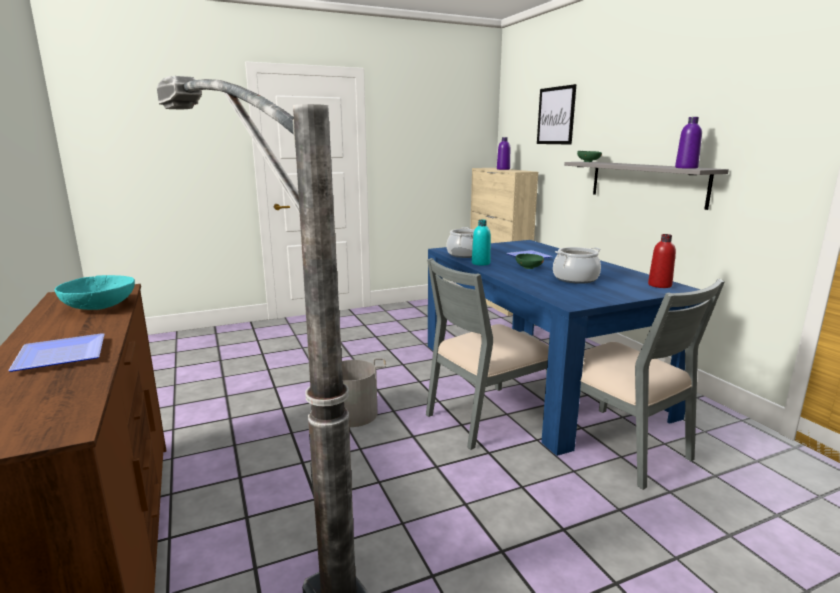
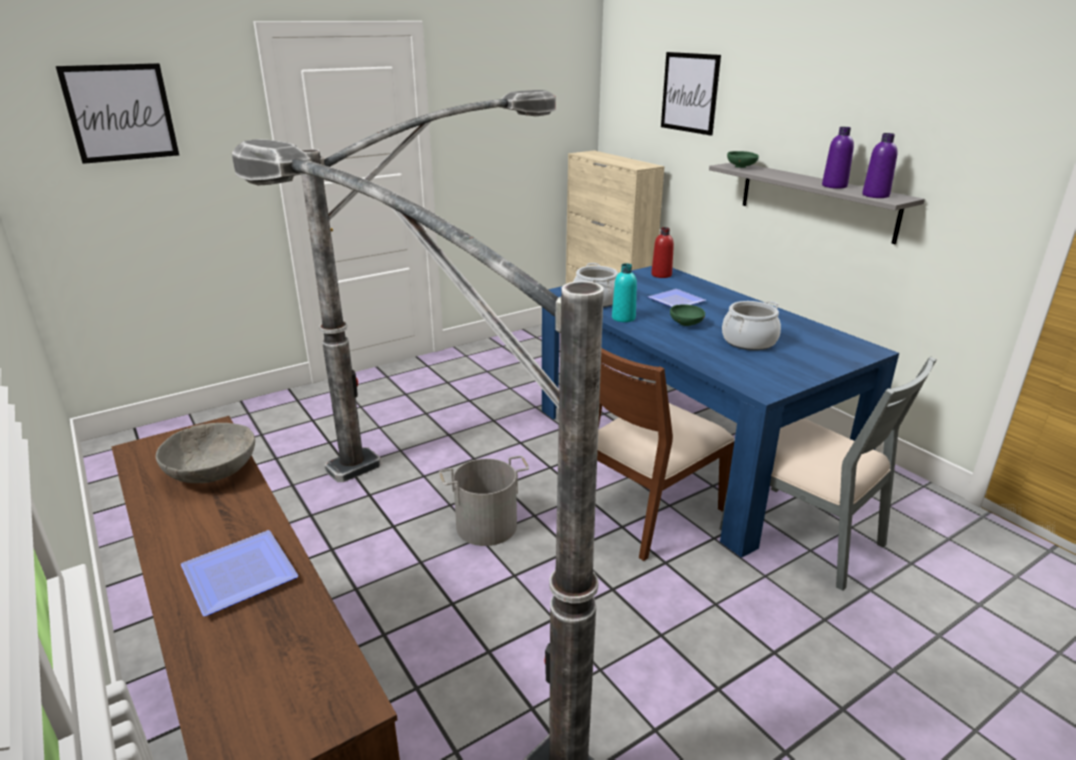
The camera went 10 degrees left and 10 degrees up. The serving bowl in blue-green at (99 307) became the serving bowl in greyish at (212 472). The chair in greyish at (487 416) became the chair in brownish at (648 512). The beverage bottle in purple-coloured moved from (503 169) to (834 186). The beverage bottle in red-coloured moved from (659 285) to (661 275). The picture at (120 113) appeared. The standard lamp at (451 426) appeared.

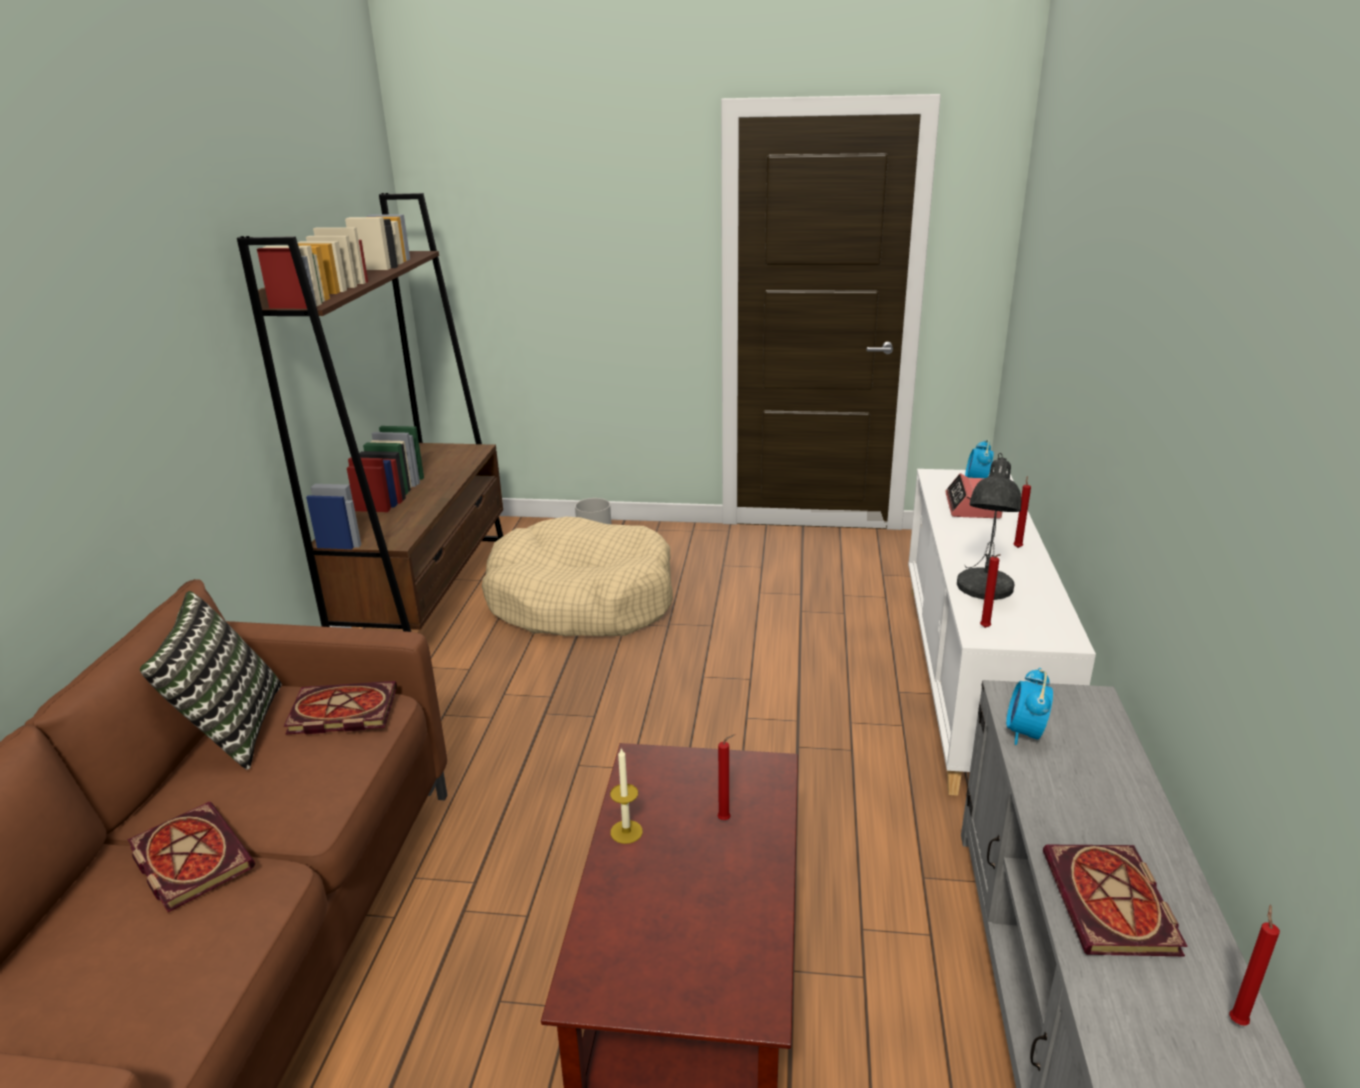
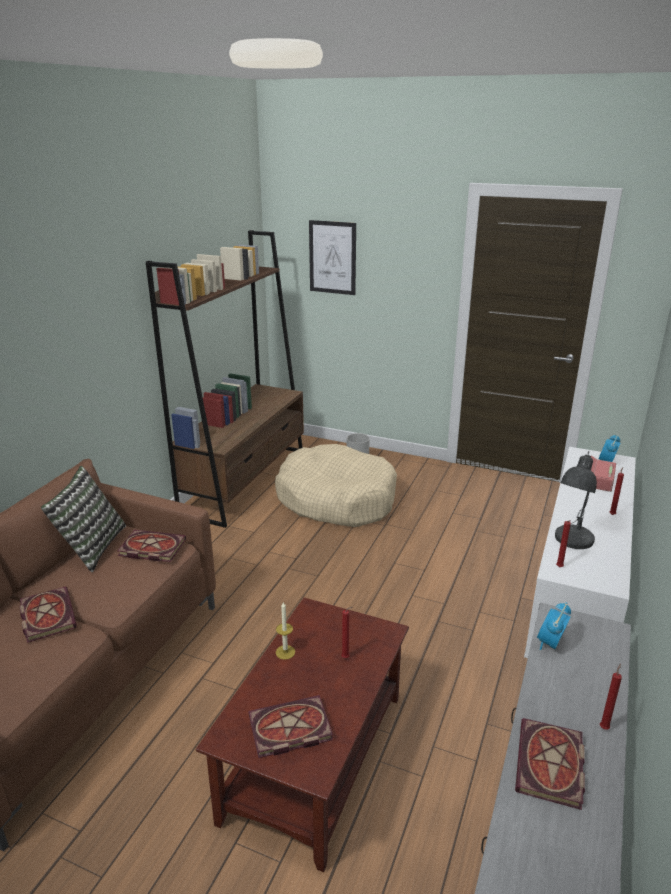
The camera went 15 degrees right and 0 degrees up. The wax candle in red-coloured moved from (1237 1020) to (604 727). The bound book at (288 730) appeared. The picture at (332 257) appeared.

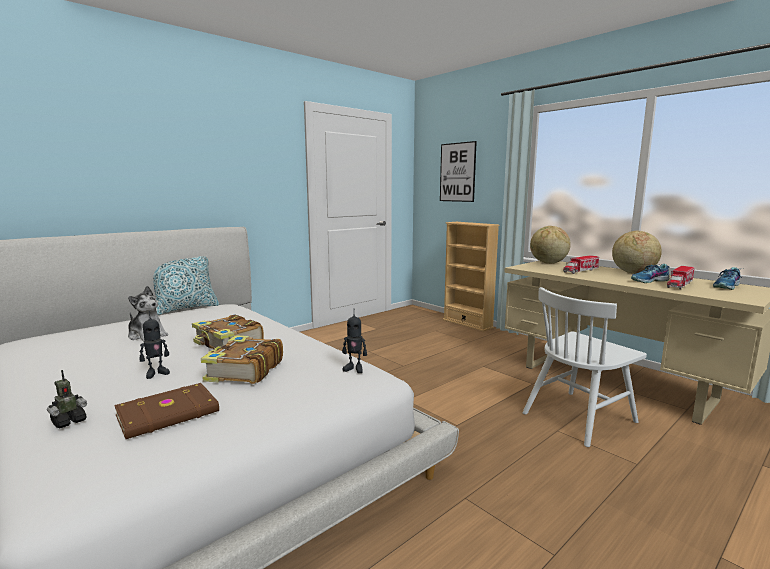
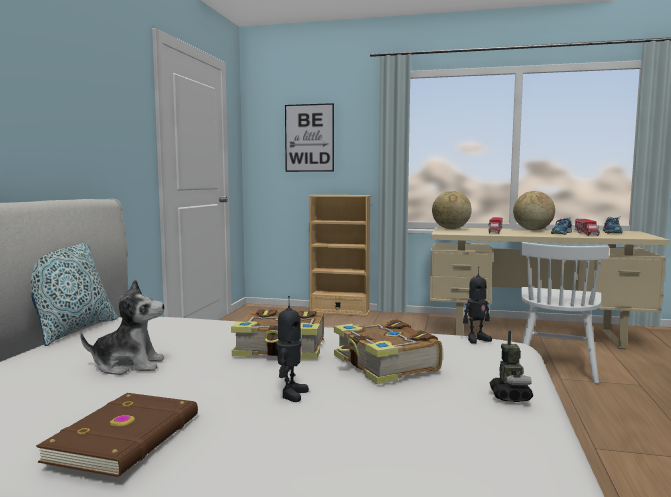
The camera went 35 degrees left and 5 degrees down. The toy robot moved from (69 421) to (510 396). The bound book in brownish moved from (169 414) to (127 437).

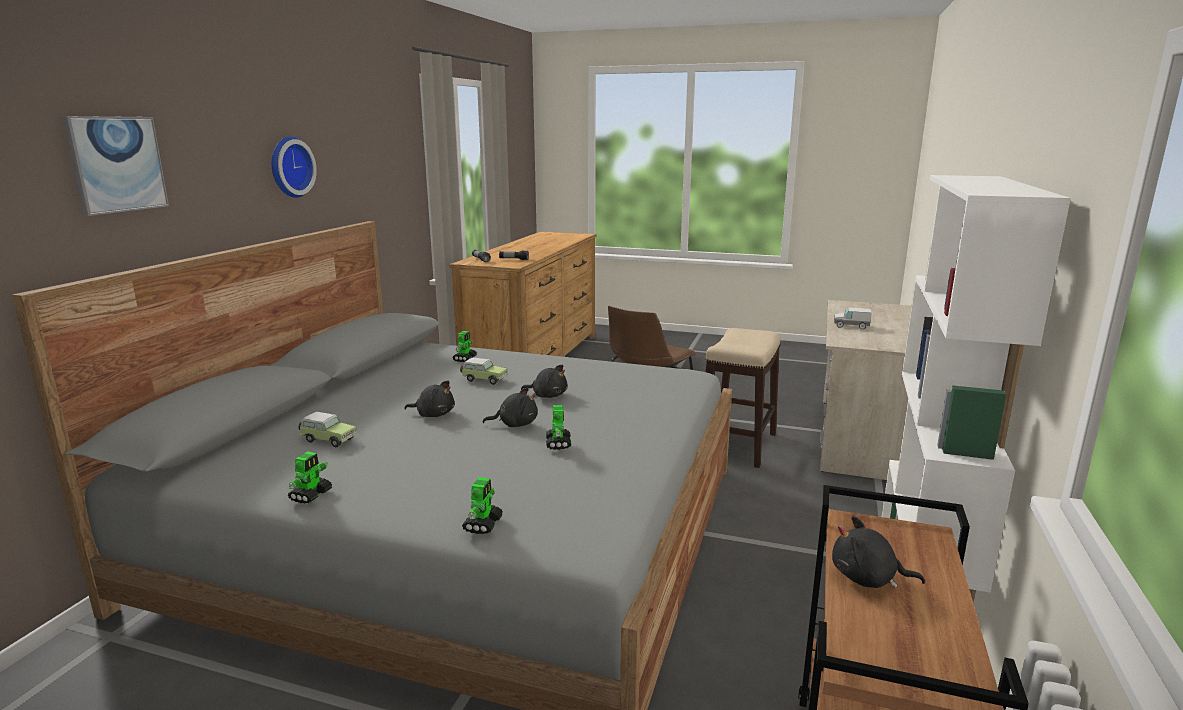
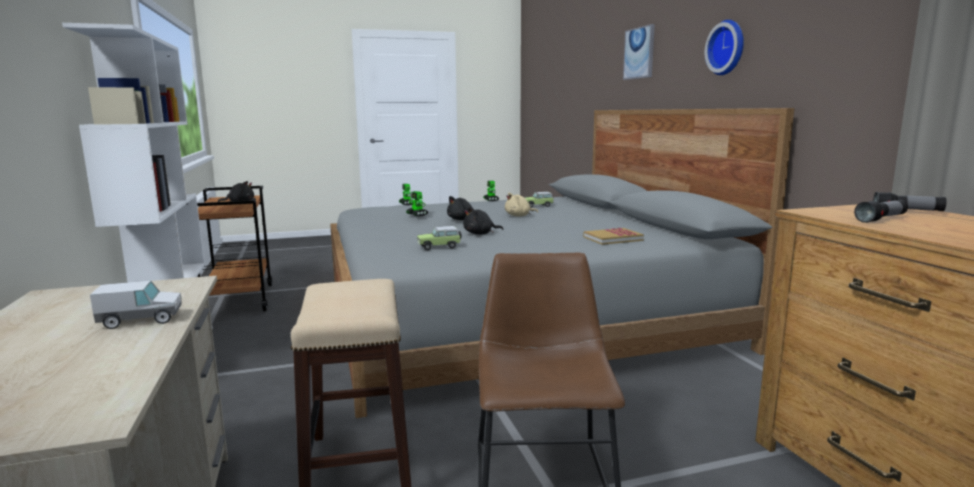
The camera went 145 degrees right and 5 degrees down. The cuddly toy in blackish at (433 414) became the cuddly toy in sand-coloured at (519 216). The toy robot at (465 358) was replaced by the bound book at (612 238). The miniature car moved from (483 380) to (440 247).

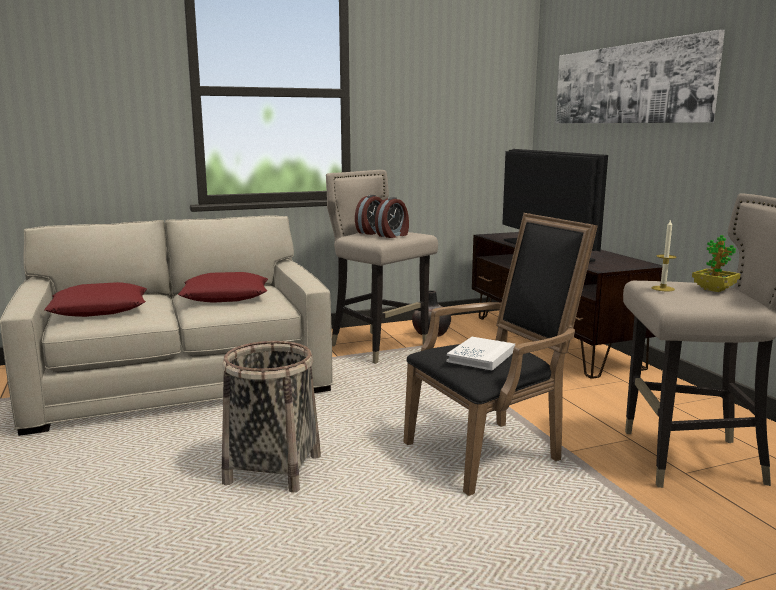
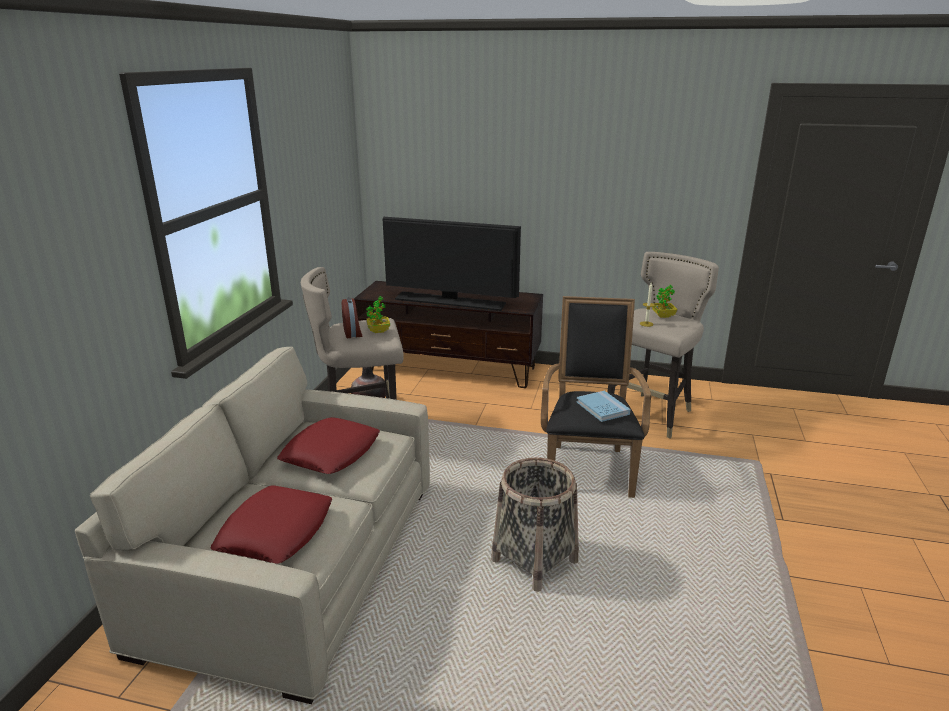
The camera went 55 degrees left and 10 degrees up. The bedside clock at (393 235) was replaced by the potted plant at (378 331). The bound book in white at (481 356) became the bound book in blue-coloured at (602 408). The picture at (628 84) disappeared.

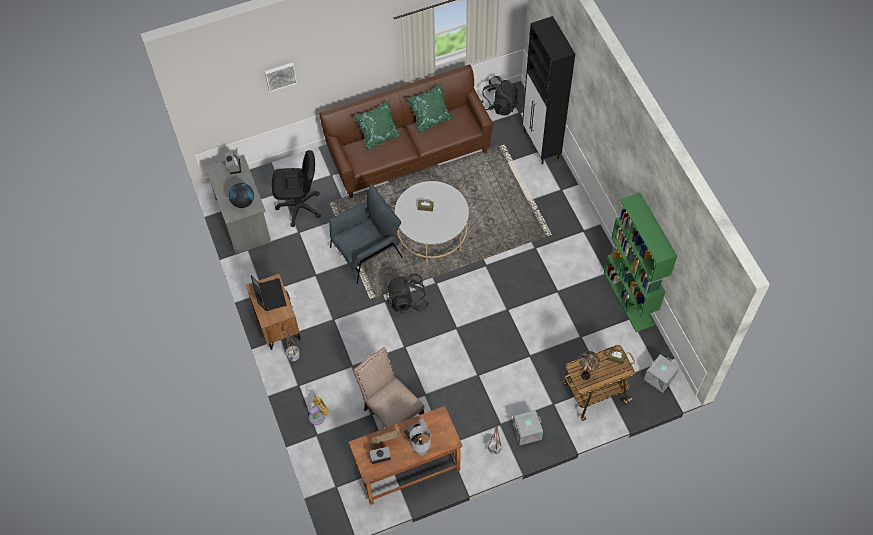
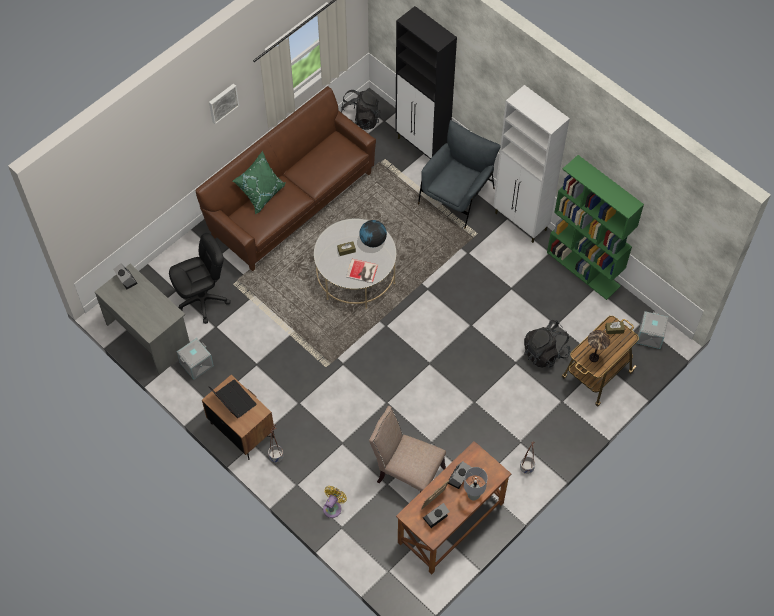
The camera went 25 degrees left and 0 degrees up. The world globe moved from (243 202) to (373 241). The picture moved from (280 76) to (222 102). The armchair in greyish moved from (367 252) to (457 195). The rucksack in blackish moved from (407 300) to (545 352). The cushion in greenish at (430 118) disappeared. The storage box in greyish moved from (526 432) to (196 365). The bound book at (362 271) appeared. The cupboard in white at (521 222) appeared.

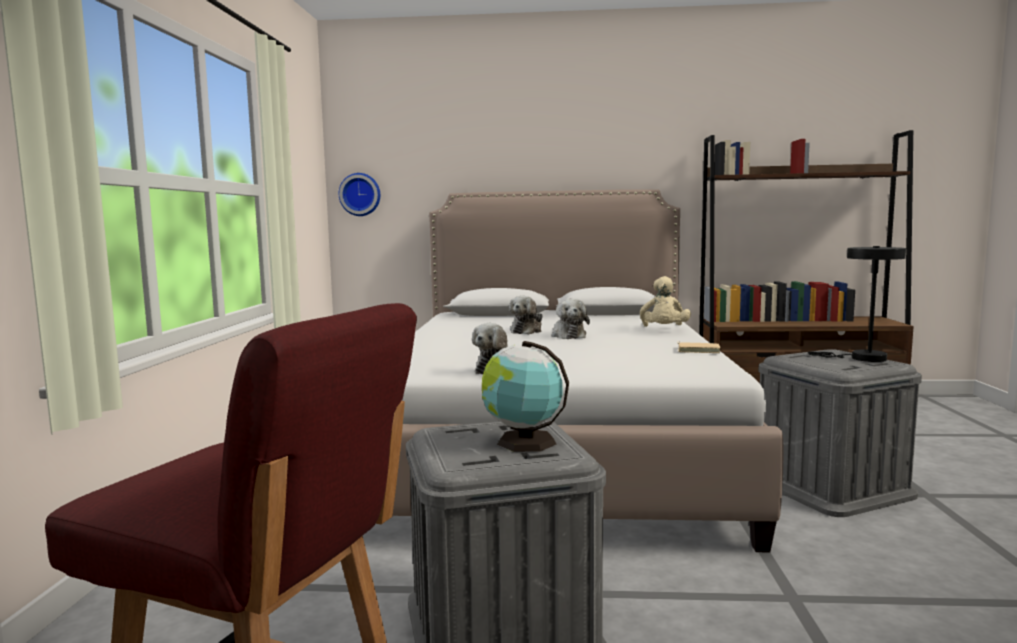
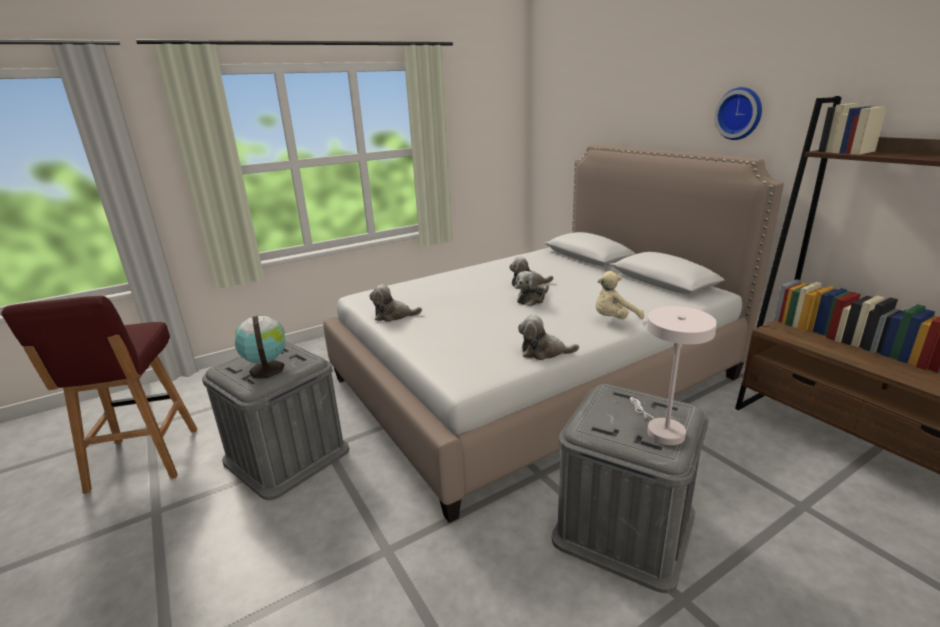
The camera went 55 degrees right and 15 degrees up. The wall clock moved from (360 194) to (740 113). The bound book in sand-coloured at (698 350) was replaced by the cuddly toy at (544 352). The tabletop lamp in blackish at (862 358) became the tabletop lamp in white at (661 430).

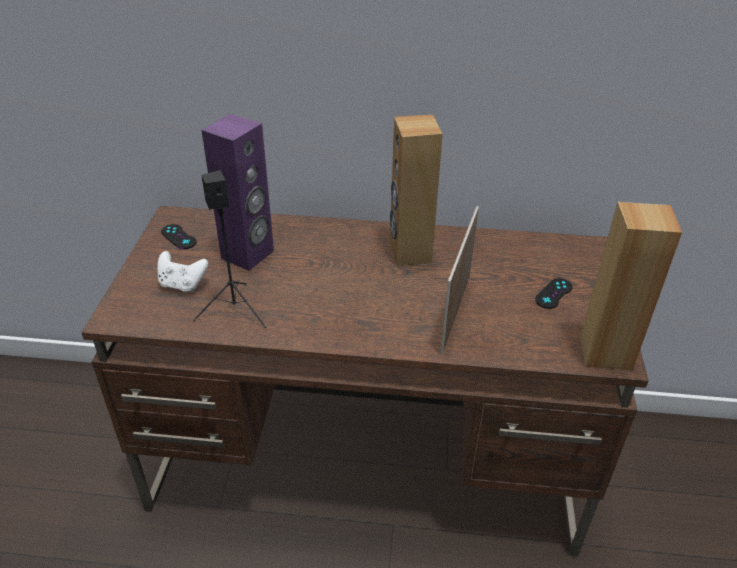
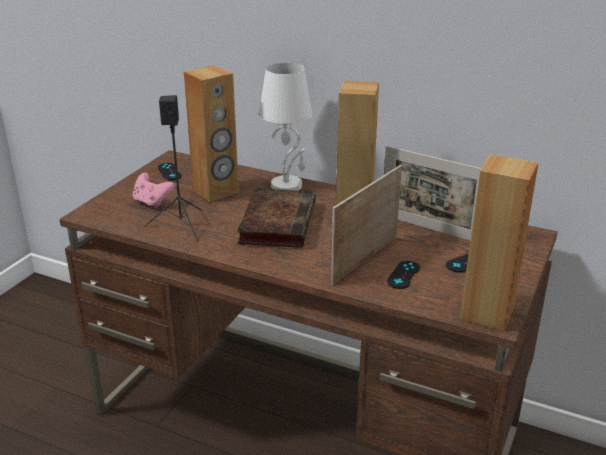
The camera went 20 degrees right and 10 degrees down. The joypad in white at (182 284) became the joypad in pink-coloured at (152 202). The loudspeaker in purple-coloured at (248 255) became the loudspeaker in brownish at (216 192). The bound book at (277 222) appeared. The tabletop lamp in white at (287 185) appeared. The picture frame at (429 228) appeared. The joypad in blackish at (403 275) appeared.

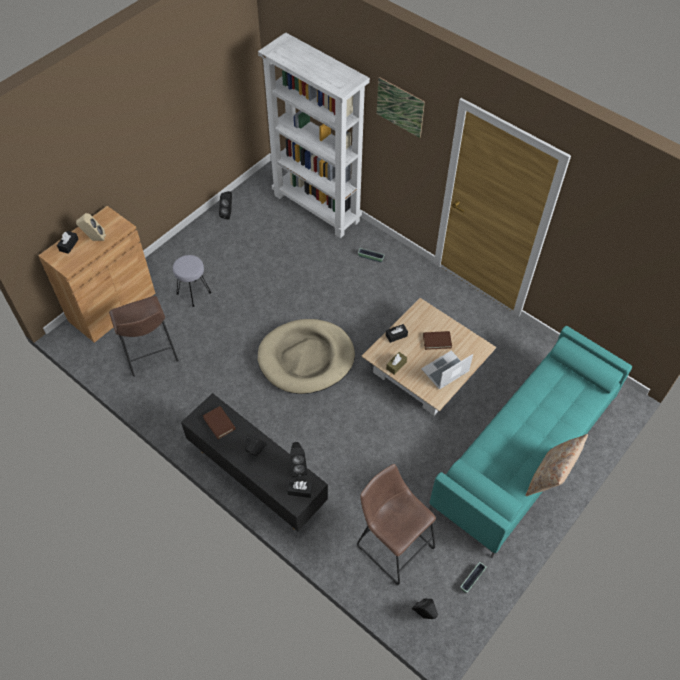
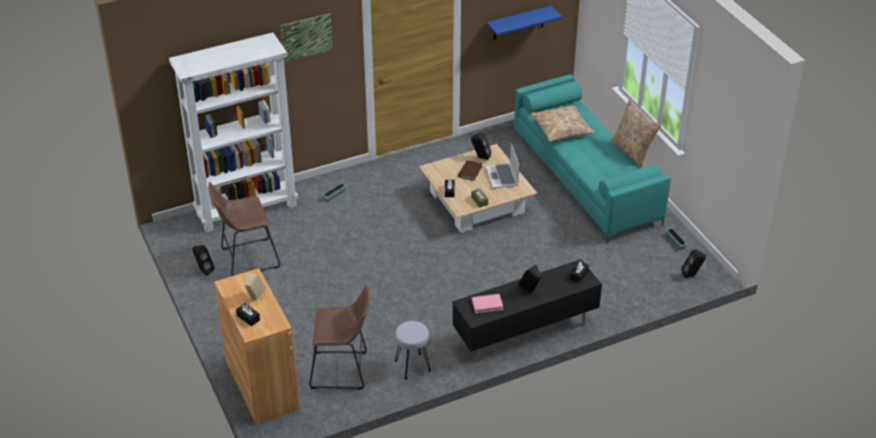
The camera went 65 degrees left and 15 degrees down. The stool seat in greyish moved from (193 293) to (412 366). The bound book in brownish at (219 423) became the bound book in pink-coloured at (487 304). The dog cushion in sand-coloured at (306 358) disappeared. The loudspeaker in blackish moved from (298 467) to (480 157). The stool seat in brownish moved from (392 543) to (246 259). The bracket shelf in blue-coloured at (518 23) appeared. The cushion in sand-coloured at (561 129) appeared.

